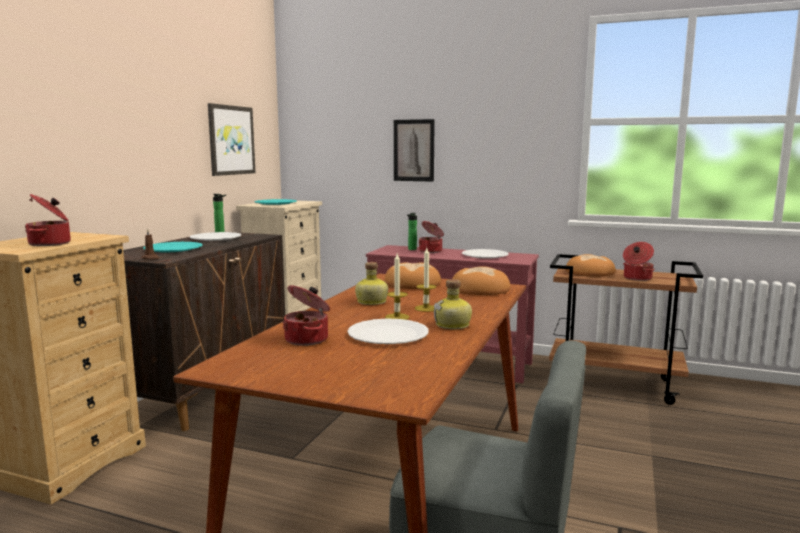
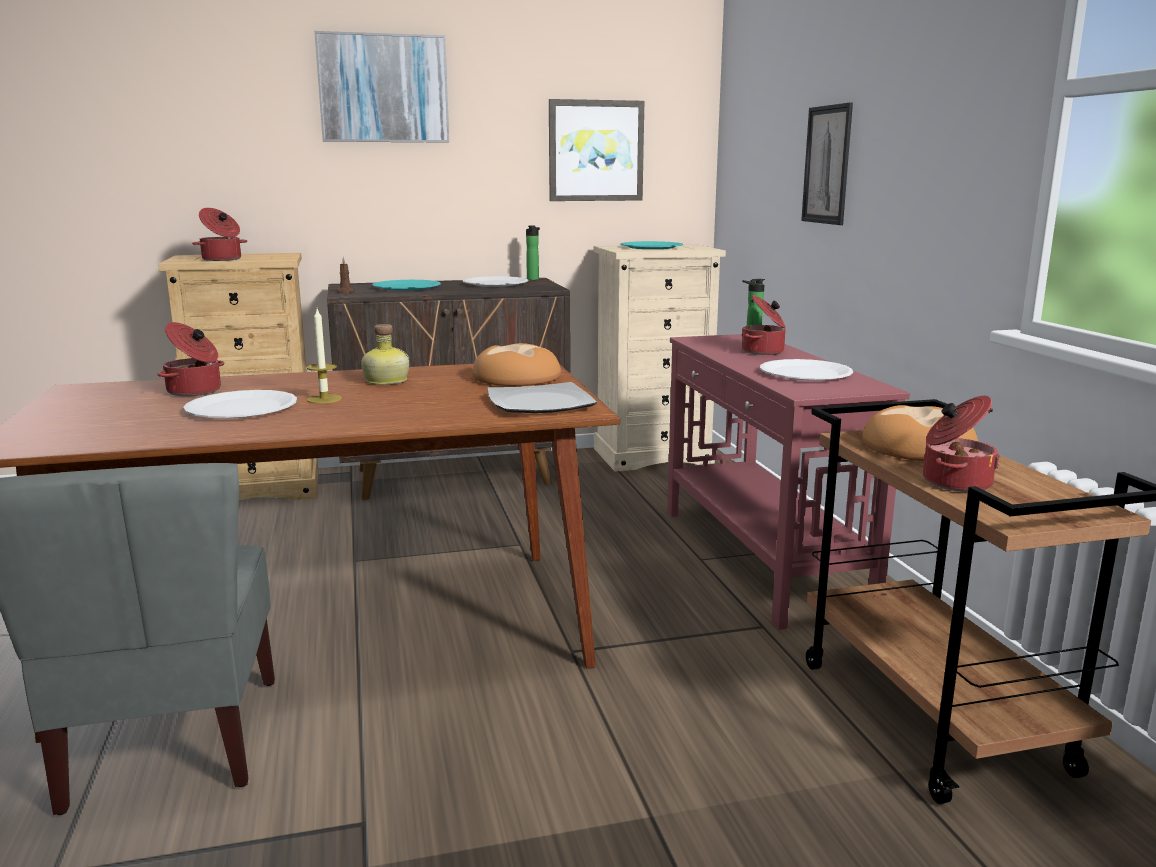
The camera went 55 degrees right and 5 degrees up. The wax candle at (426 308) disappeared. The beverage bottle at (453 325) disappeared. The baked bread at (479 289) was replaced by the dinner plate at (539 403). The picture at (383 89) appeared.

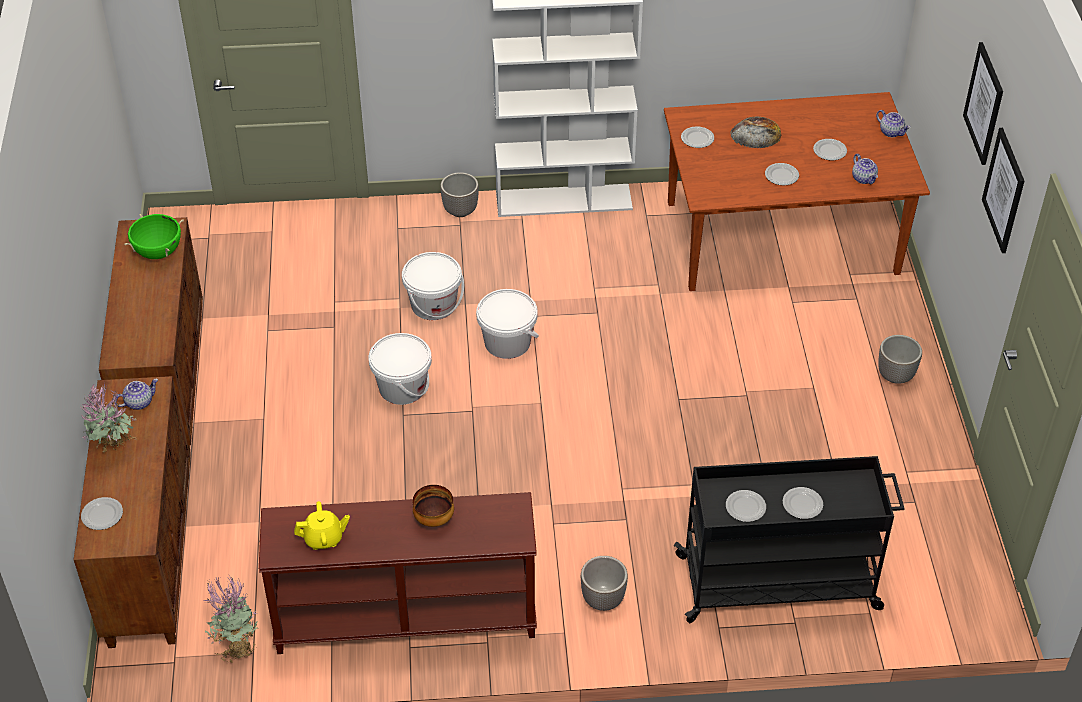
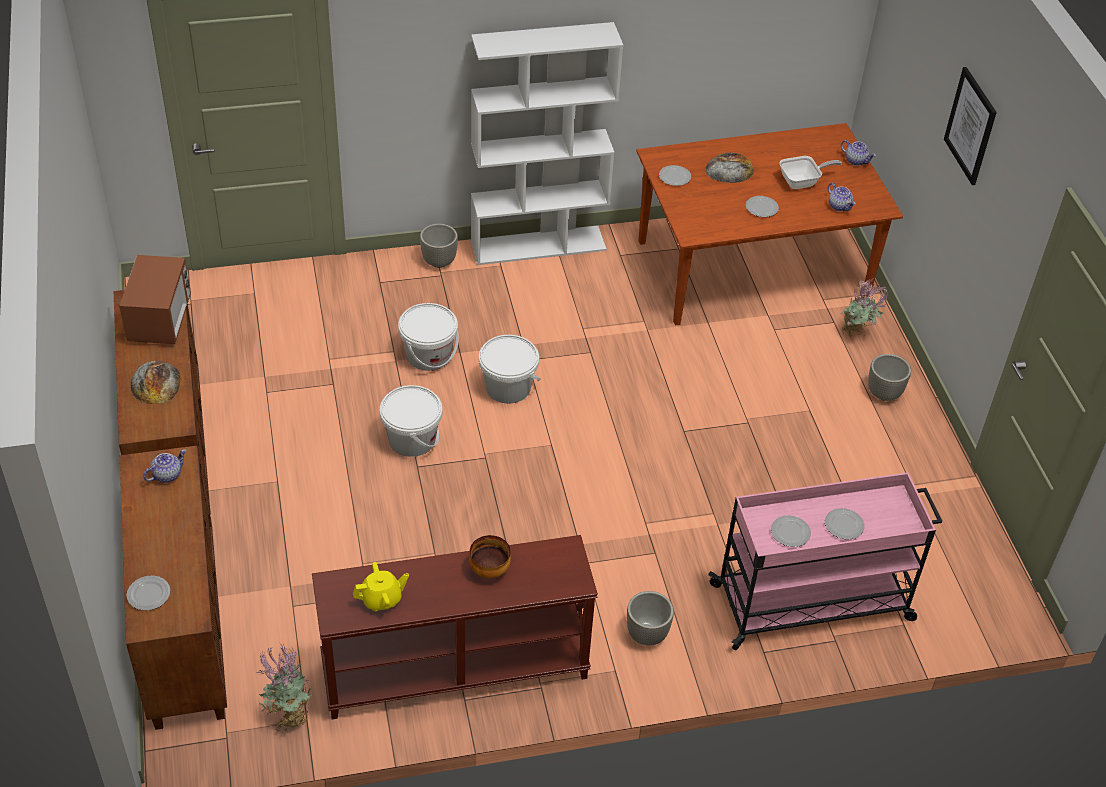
The camera went 10 degrees left and 0 degrees up. The potted plant moved from (115 450) to (857 335). The cooking pot in greenish at (158 252) was replaced by the microwave oven at (160 320). The wheeled cart in blackish at (780 582) became the wheeled cart in pink-coloured at (814 602). The dinner plate at (830 151) was replaced by the frying pan at (802 182). The picture at (1004 190) disappeared. The baked bread at (156 383) appeared.

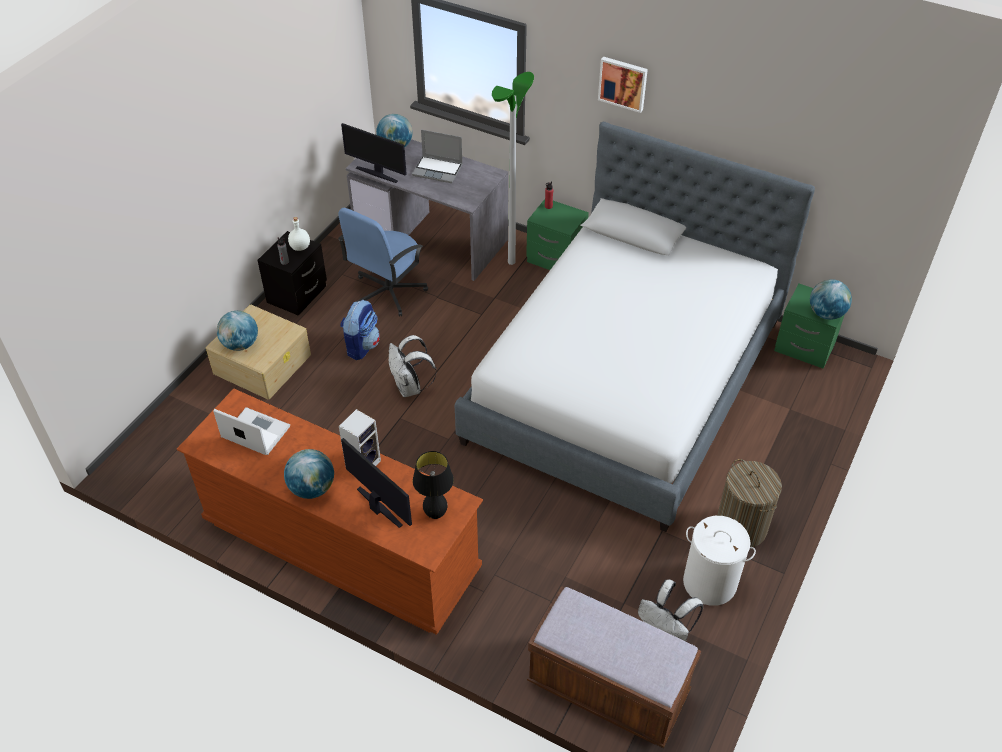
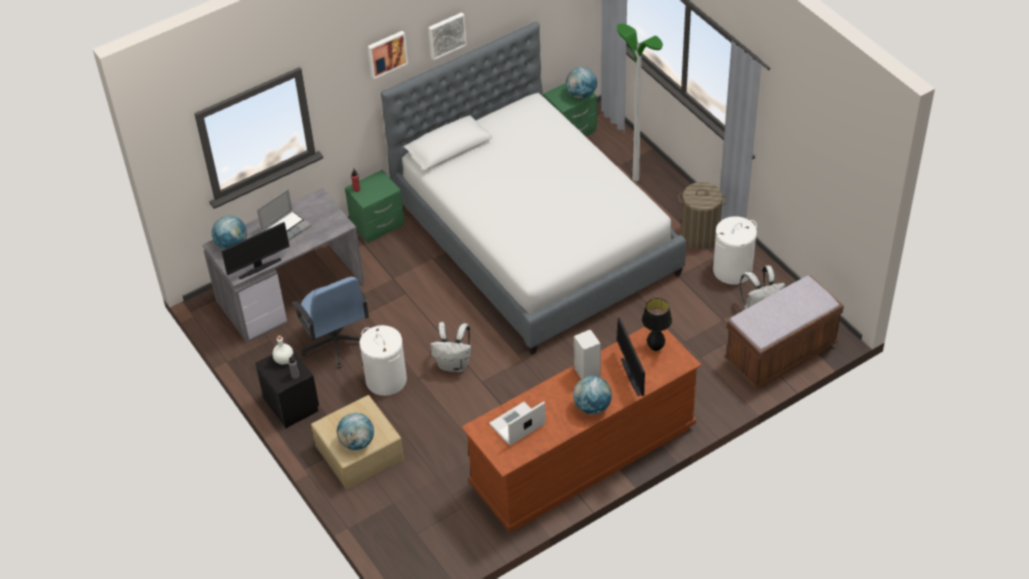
The camera went 60 degrees left and 0 degrees up. The rucksack at (362 345) was replaced by the hamper in white at (386 380). The computer display at (377 508) turned 90 degrees counterclockwise. The standard lamp moved from (511 262) to (636 178). The picture at (446 35) appeared.

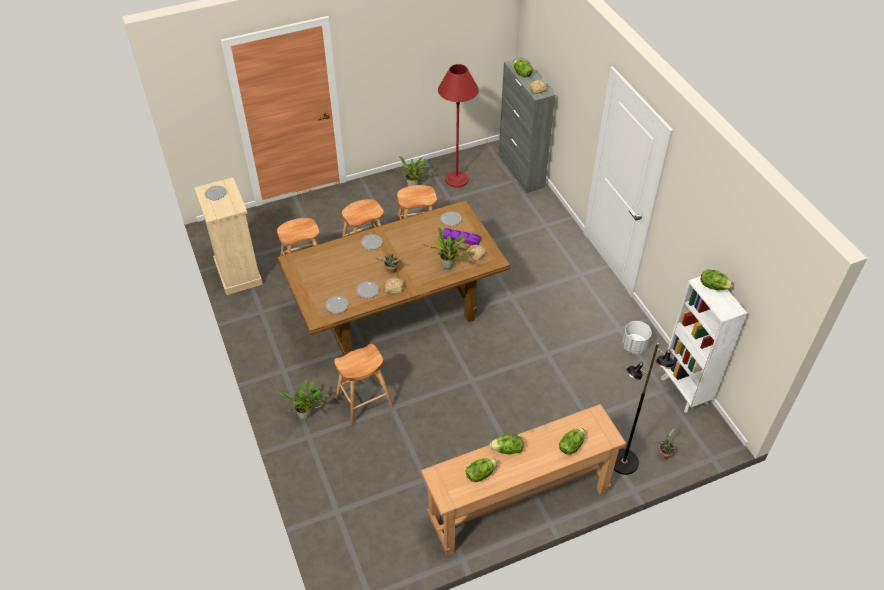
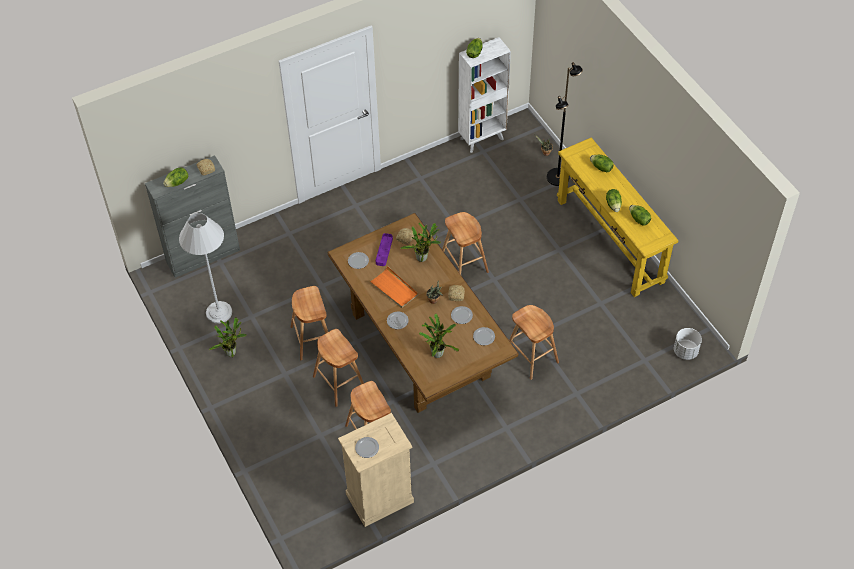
The camera went 95 degrees left and 5 degrees up. The potted plant moved from (306 416) to (437 352). The console table in brownish at (518 504) became the console table in yellow at (609 241). The standard lamp in red-coloured at (457 179) became the standard lamp in white at (219 312). The planter in white moved from (634 346) to (685 351). The tray in orange-coloured at (394 289) appeared. The stool seat in brownish at (464 263) appeared.

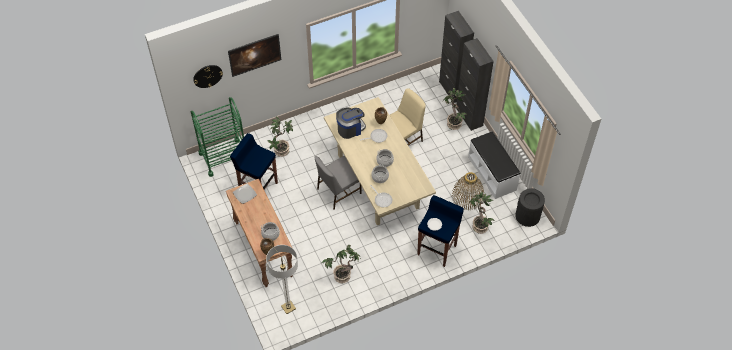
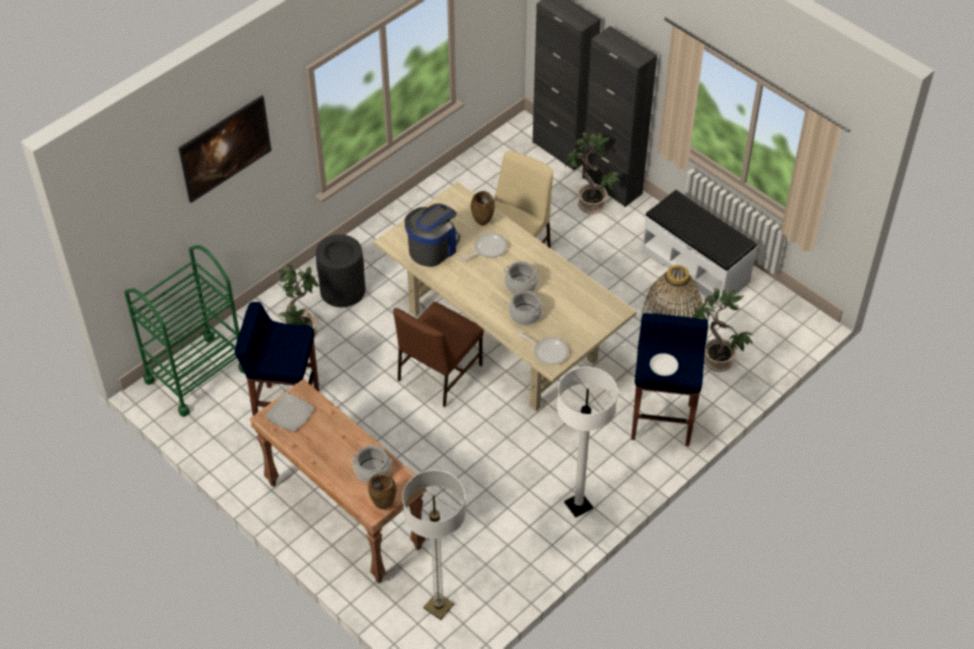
The camera went 20 degrees left and 5 degrees down. The wall clock at (207 76) disappeared. The chair in greyish at (338 191) became the chair in brownish at (438 373). The potted plant at (342 275) disappeared. The trash can in blackish moved from (527 216) to (343 290). The standard lamp in white at (578 505) appeared.

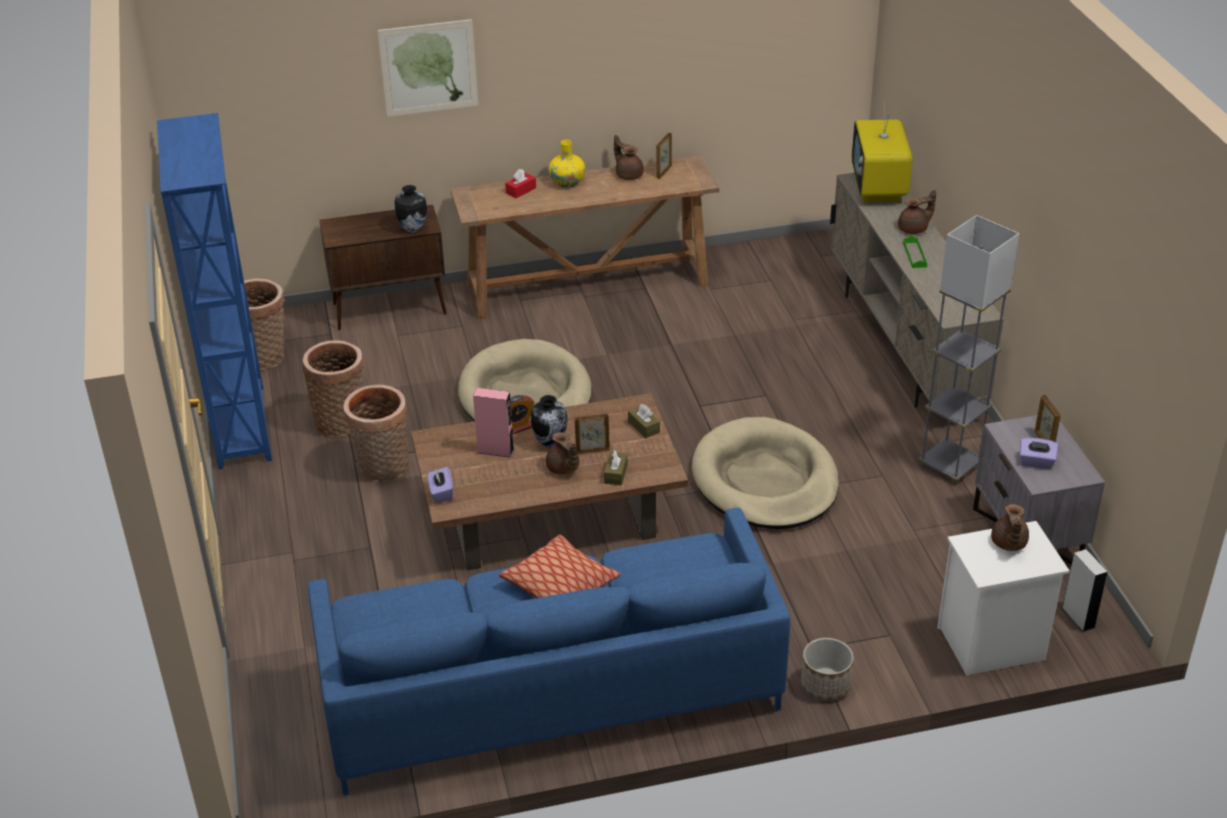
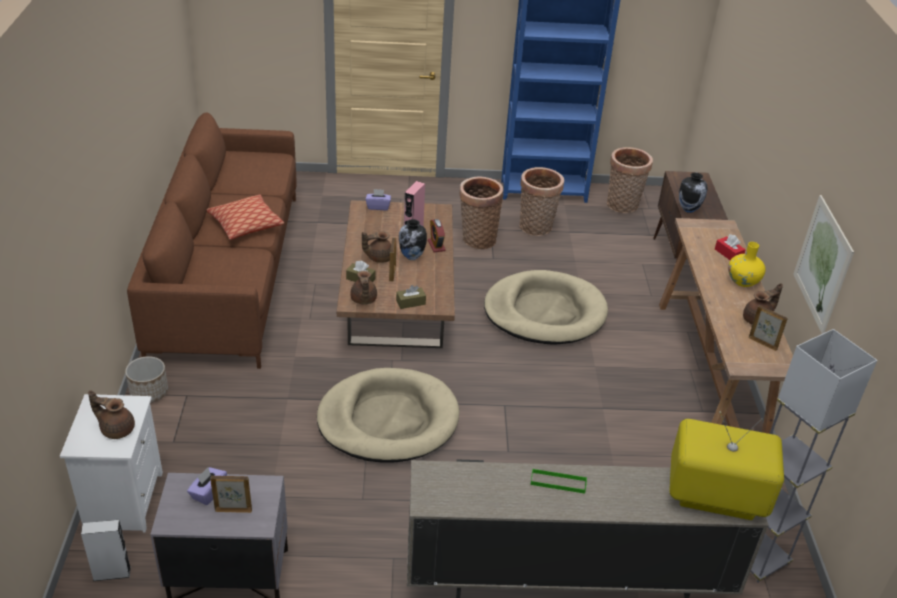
The camera went 100 degrees right and 0 degrees up. The couch in blue-coloured at (550 691) became the couch in brownish at (228 273). The picture moved from (428 68) to (822 263). The pot for tea in brownish moved from (914 229) to (363 300). The standard lamp in greyish moved from (950 465) to (756 558).

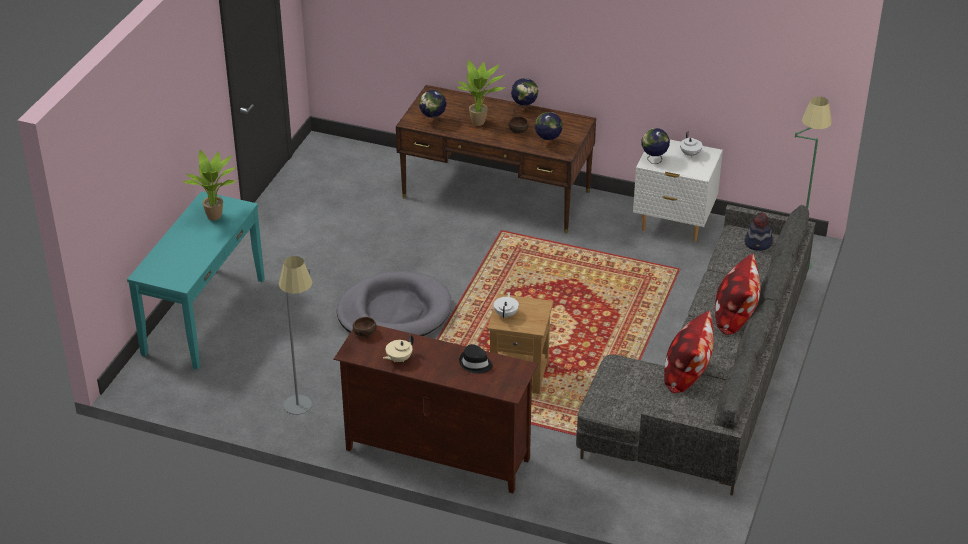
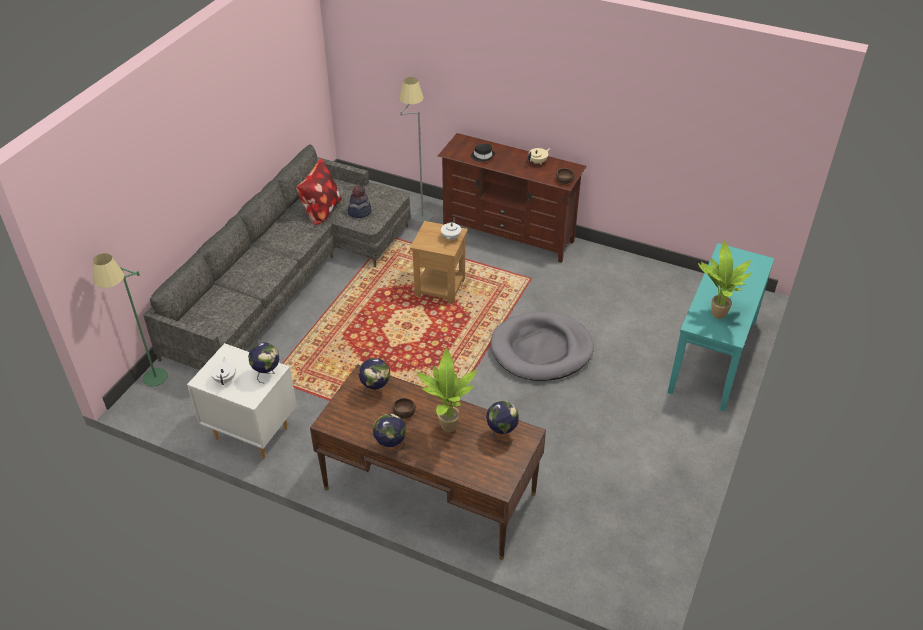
The camera went 175 degrees left and 5 degrees up. The standard lamp in greyish moved from (304 412) to (418 211). The cushion at (735 317) disappeared. The clothing hat moved from (758 243) to (359 211).

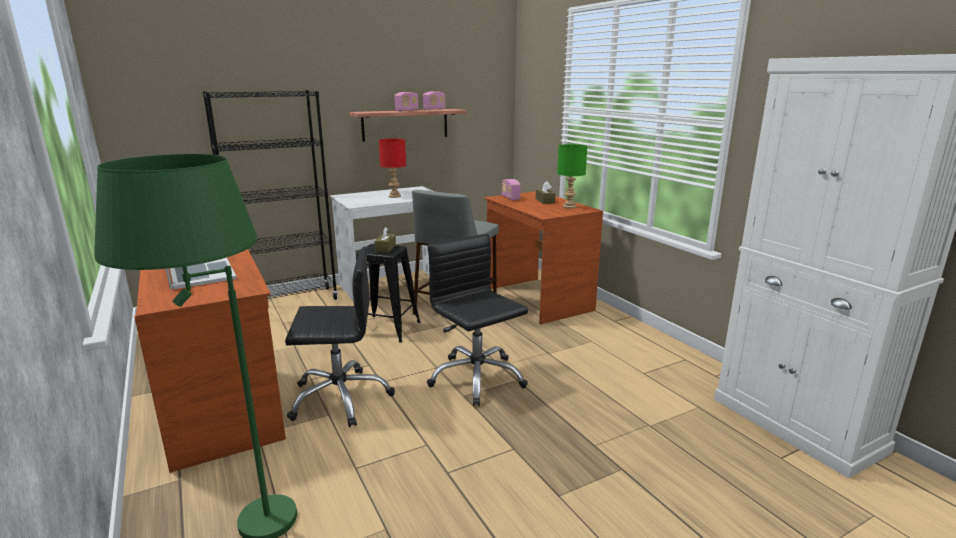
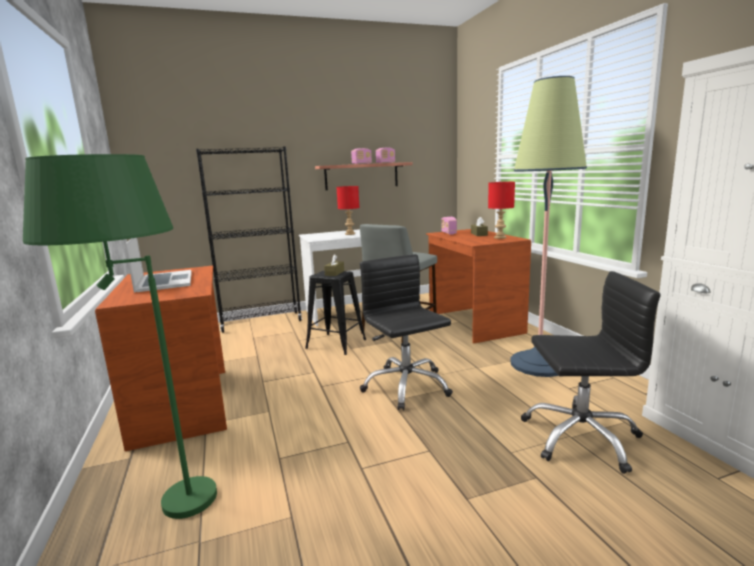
The camera went 10 degrees right and 5 degrees down. The desk chair in blackish moved from (340 398) to (580 436). The tabletop lamp in greenish at (569 207) became the tabletop lamp in red-coloured at (500 237). The standard lamp at (539 364) appeared.

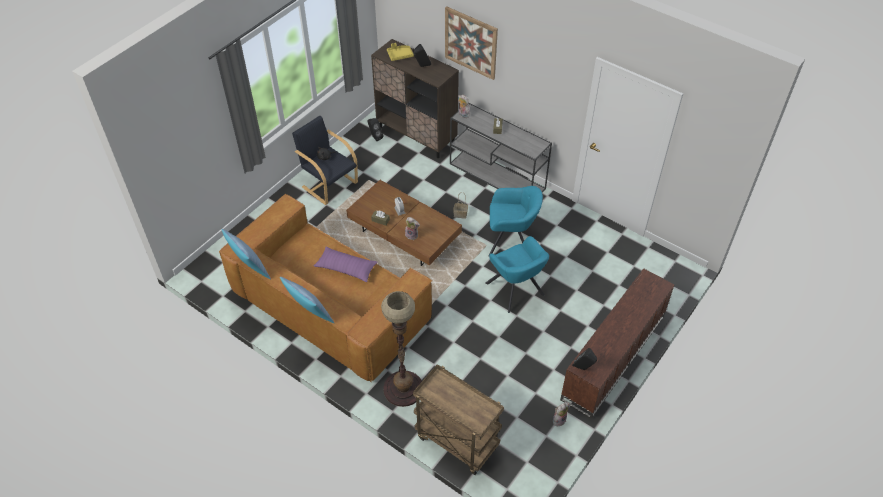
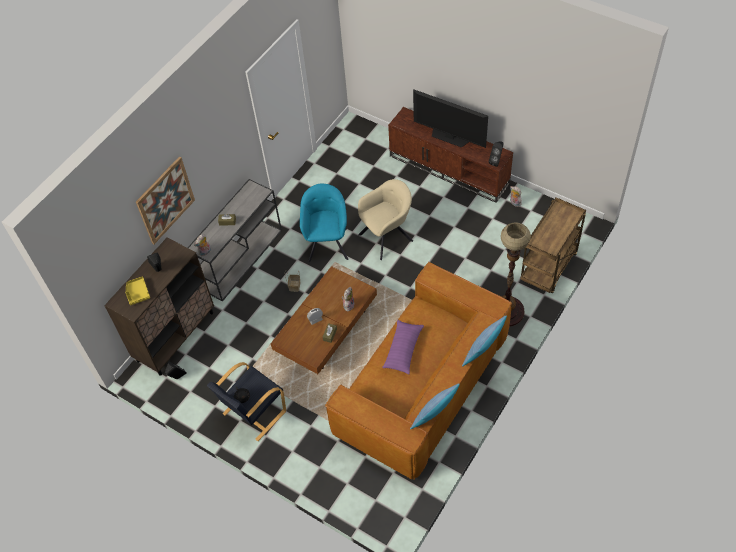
The camera went 90 degrees left and 5 degrees up. The armchair in blue-green at (516 290) became the armchair in sand-coloured at (387 236). The television at (449 137) appeared.

